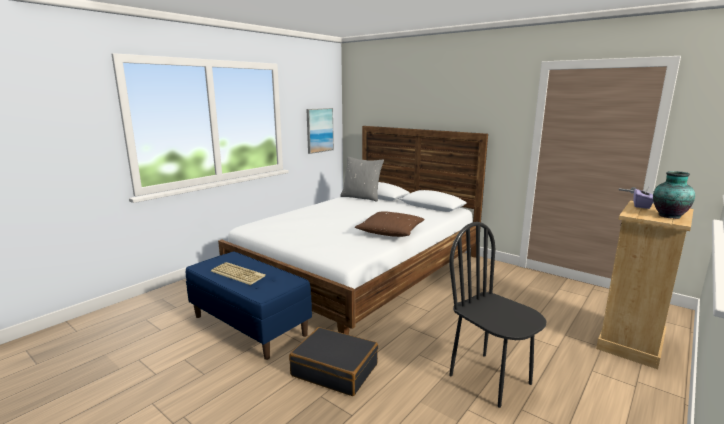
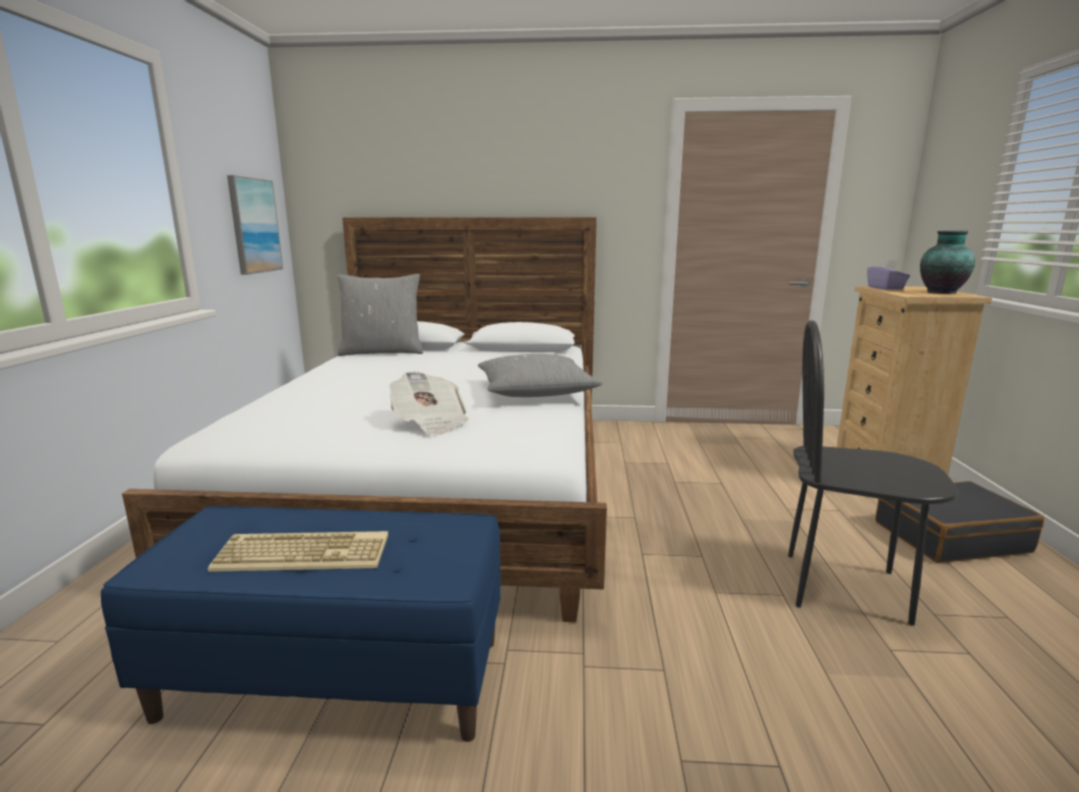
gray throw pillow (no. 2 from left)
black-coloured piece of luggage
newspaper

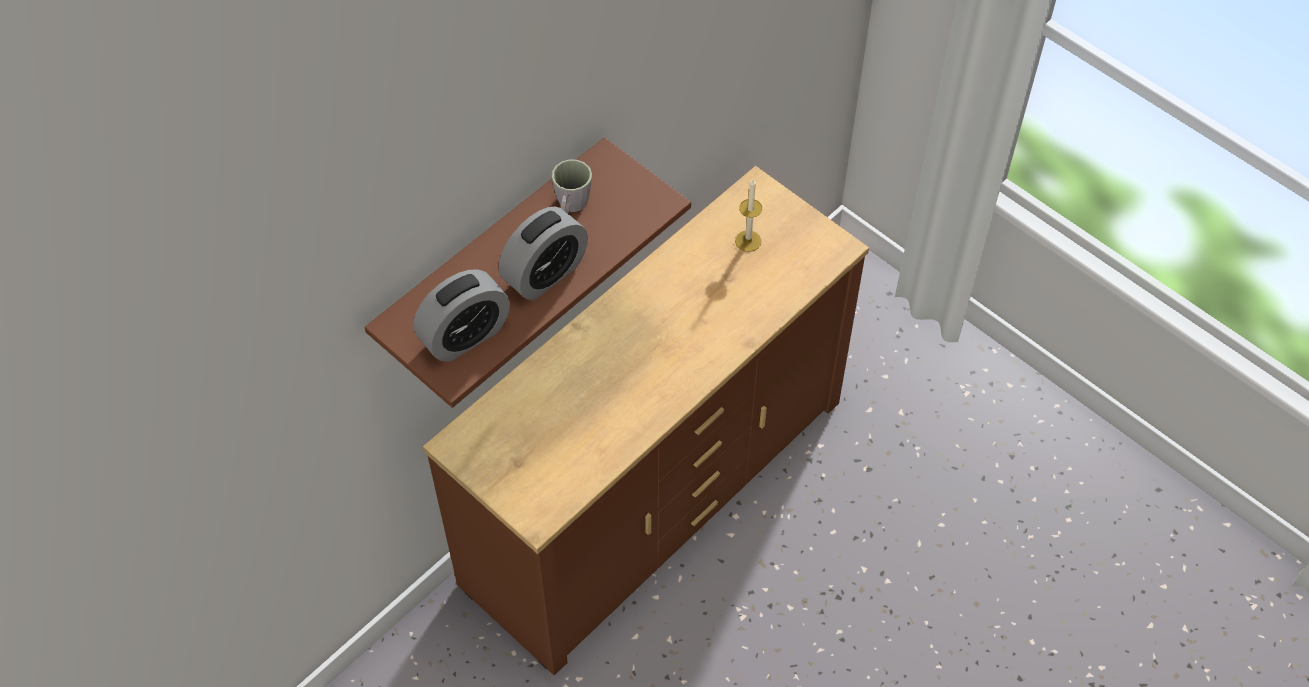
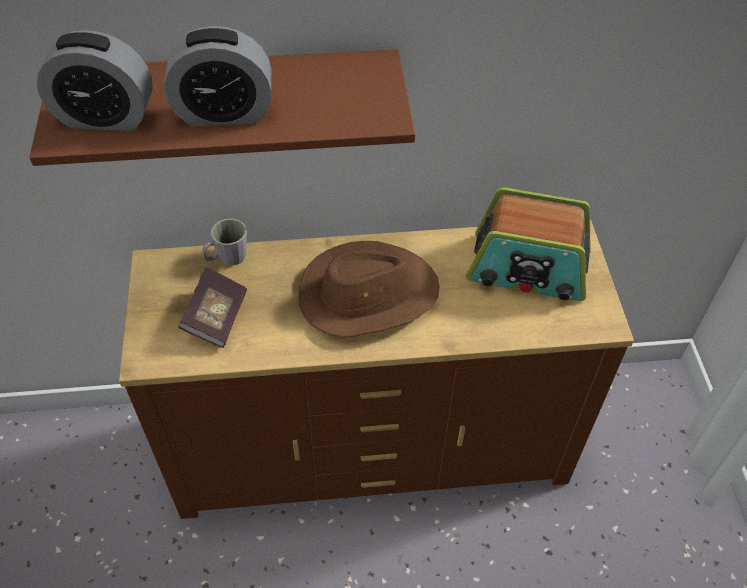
gray coffee mug
radio receiver
brownish clothing hat
book

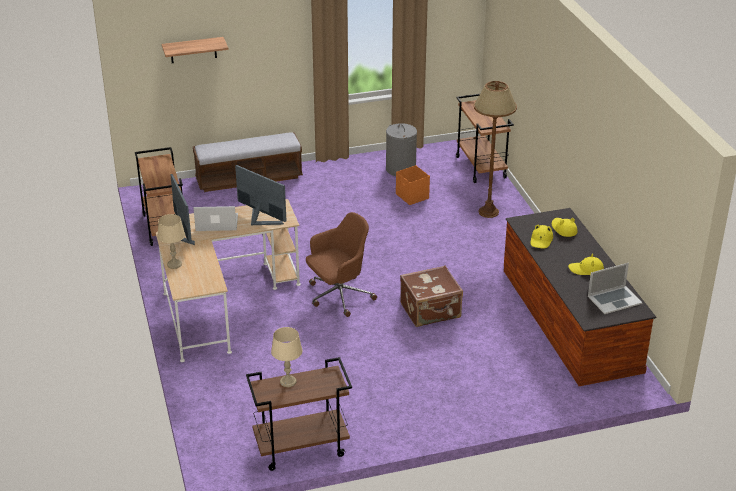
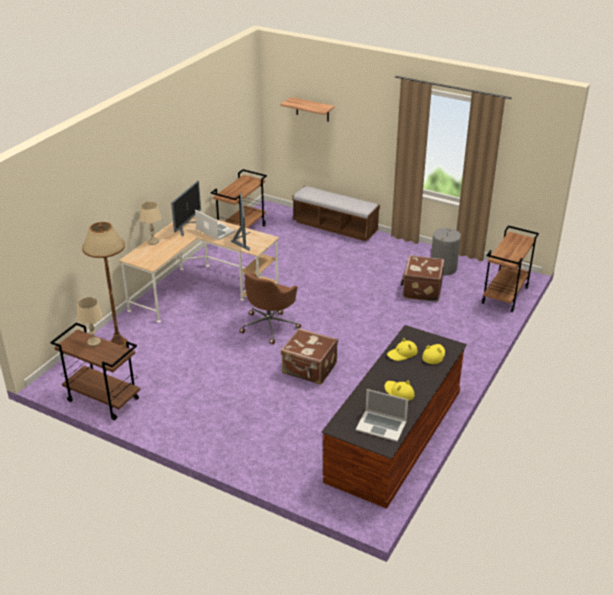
brownish floor lamp
brownish piece of luggage (no. 2 from left)
brownish desk chair

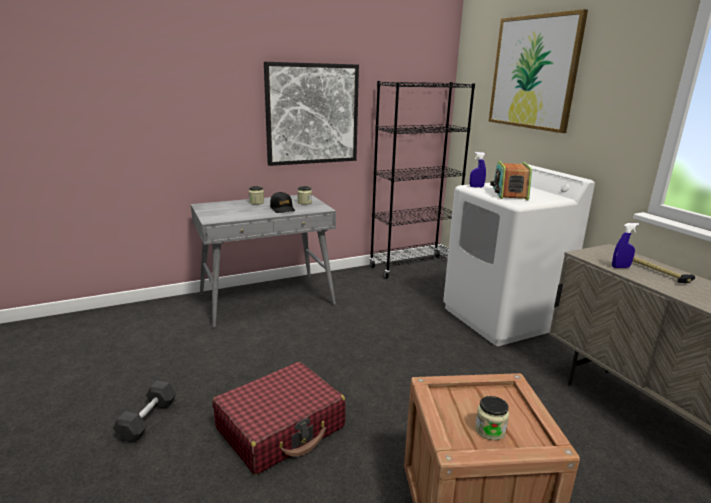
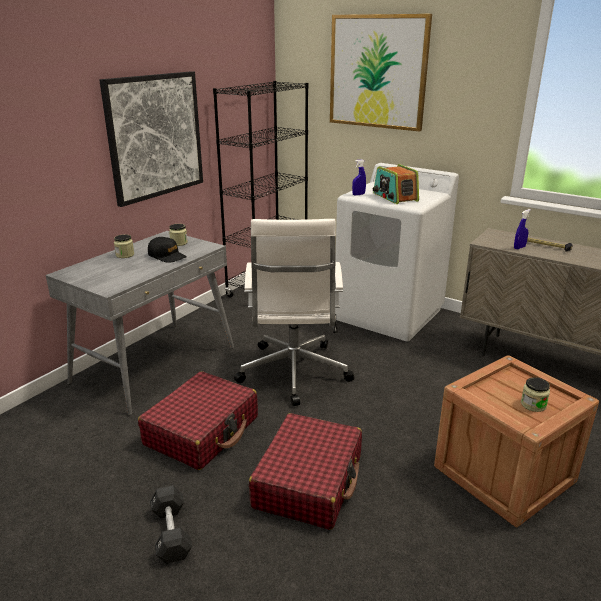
whitish desk chair
red-coloured piece of luggage (no. 1 from left)

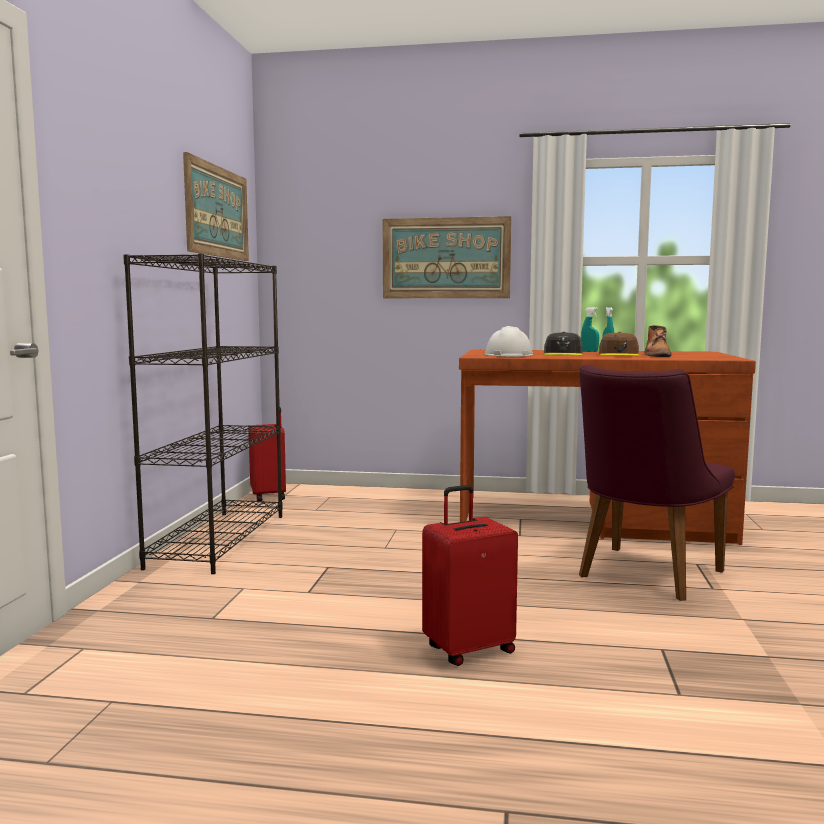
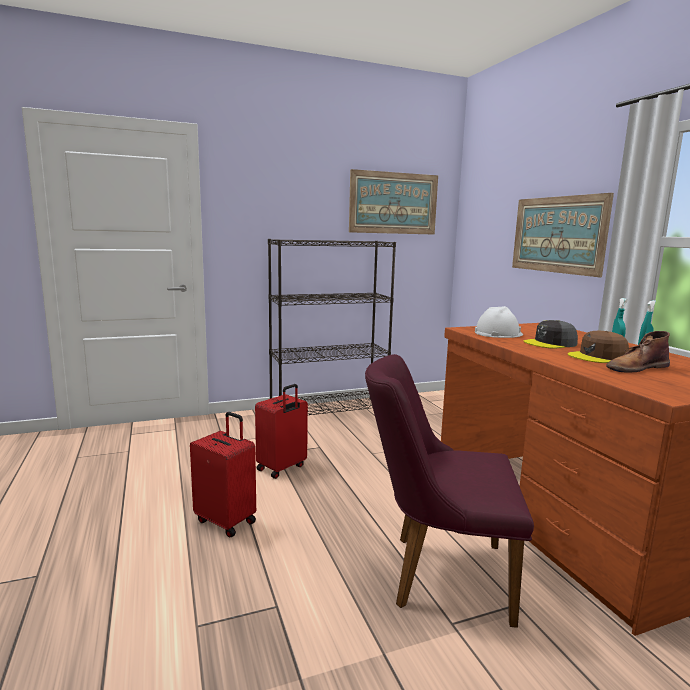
red-coloured piece of luggage (no. 2 from left)

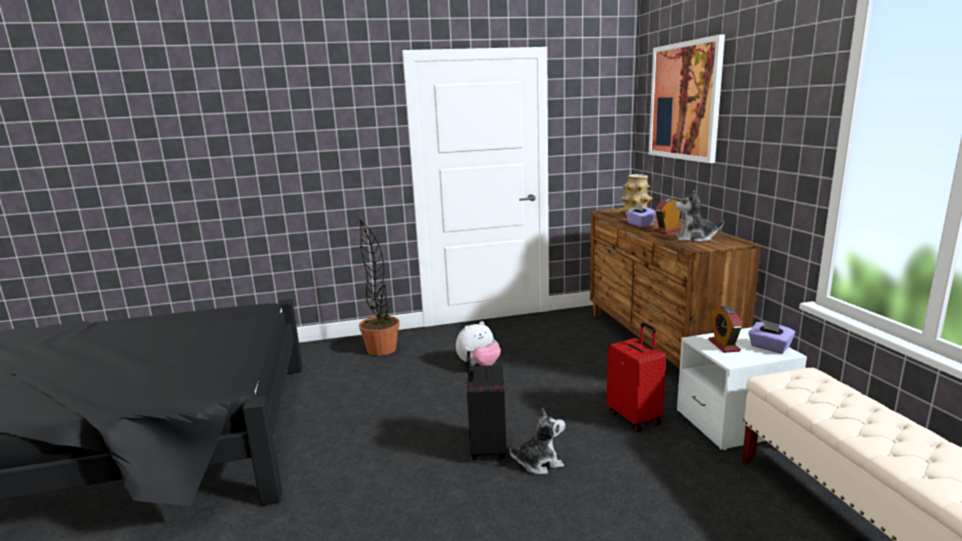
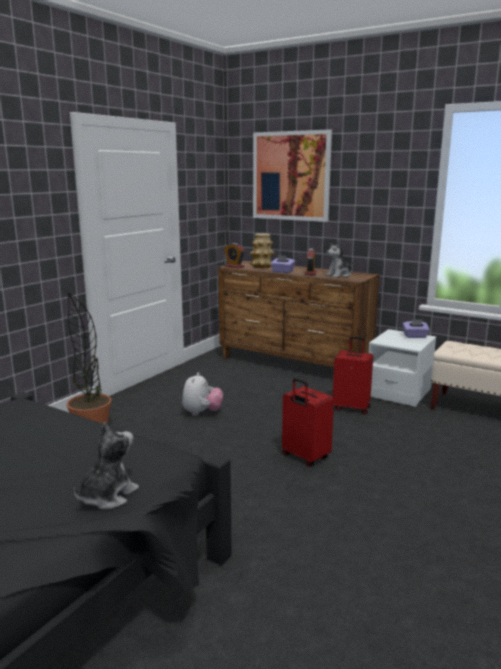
table clock (no. 1 from left)
red-coloured piece of luggage (no. 1 from left)
cuddly toy (no. 1 from left)

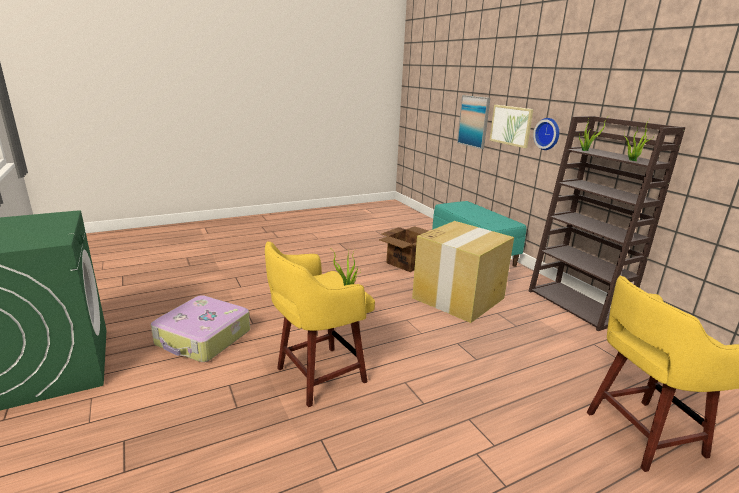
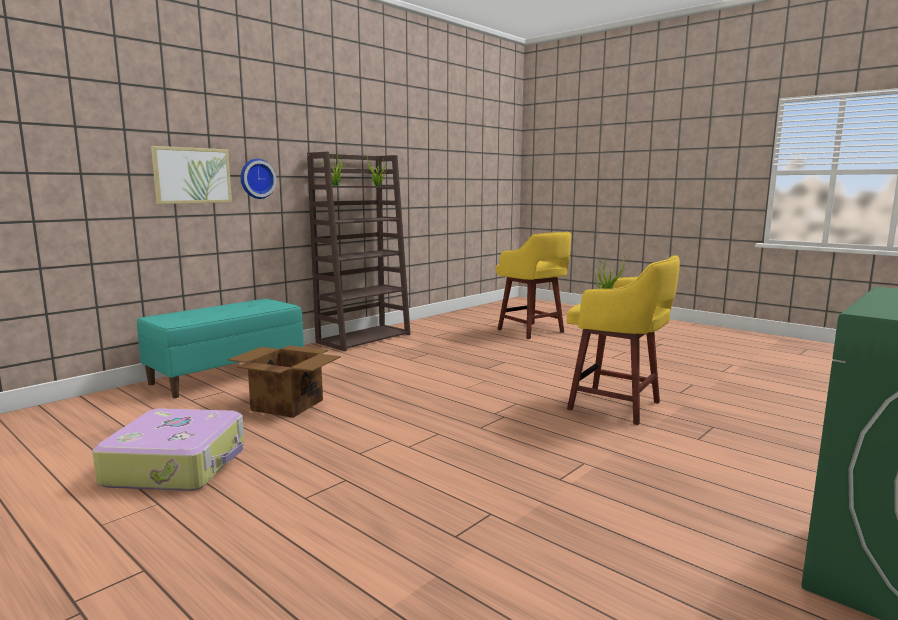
wall picture (no. 1 from left in the first image)
cardboard box (no. 2 from left in the first image)
piece of luggage

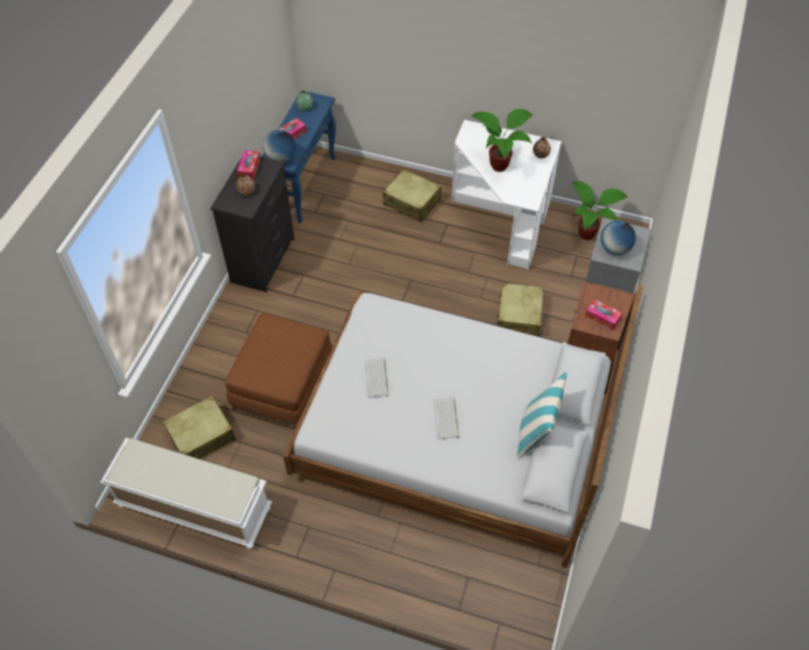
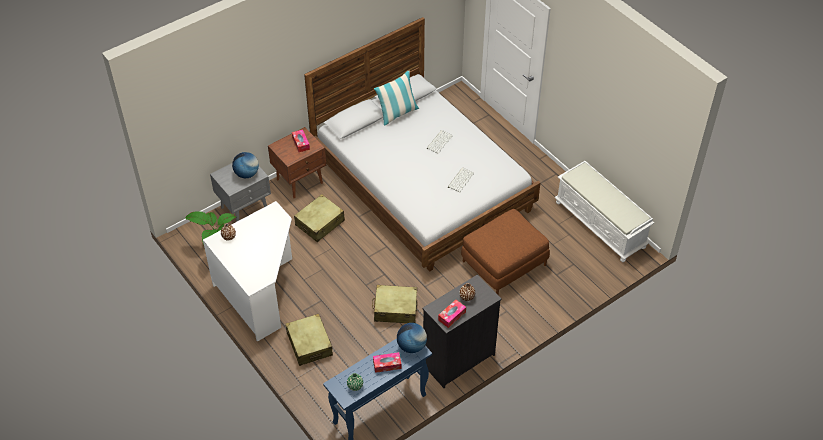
houseplant (no. 1 from left in the first image)
beige piece of luggage (no. 3 from left)

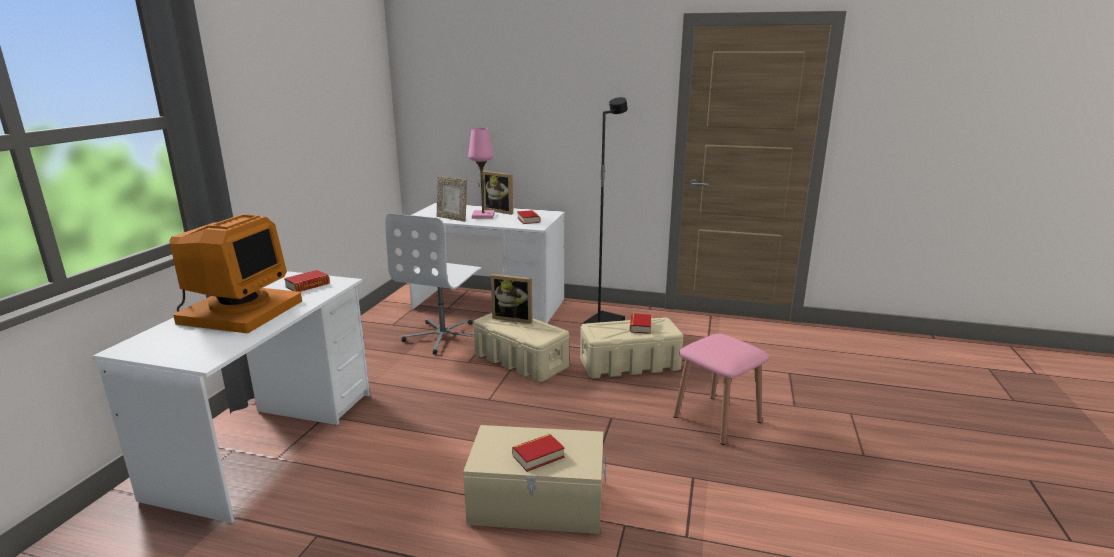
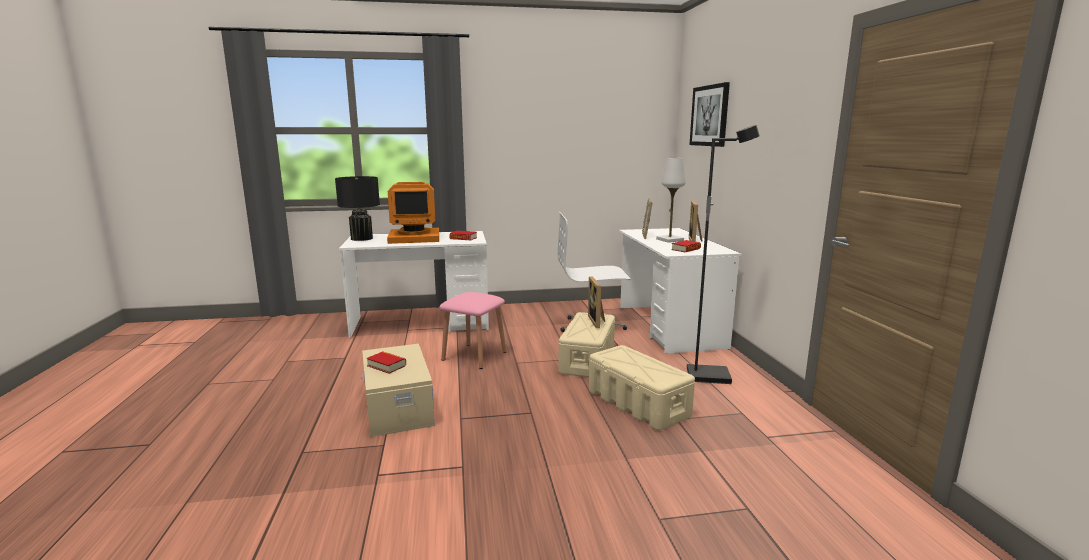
whitish table lamp
book (no. 4 from left in the first image)
pinkish stool seat
wall picture
black-coloured table lamp

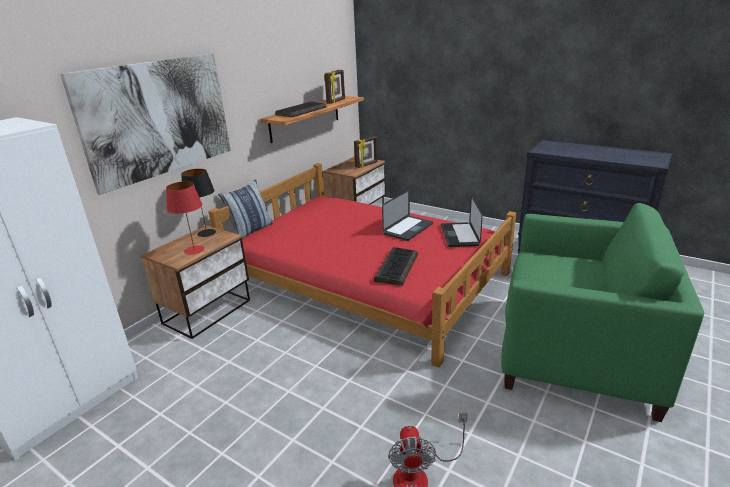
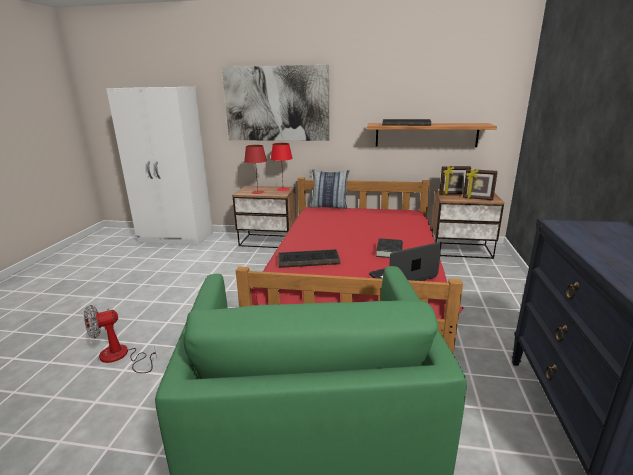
photo frame (no. 1 from left)
red-coloured table lamp (no. 2 from left)
black-coloured book

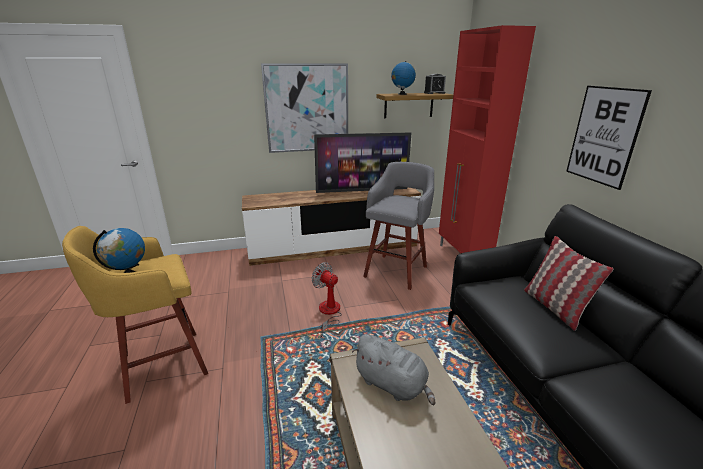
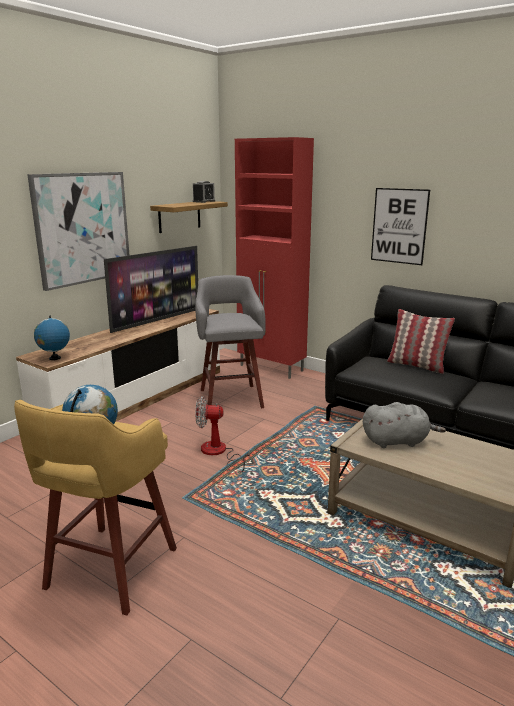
desk globe (no. 1 from left)

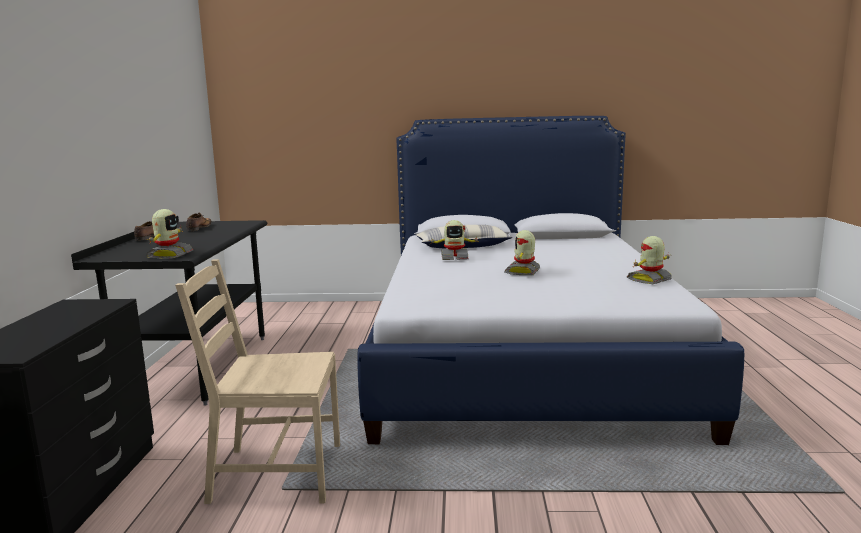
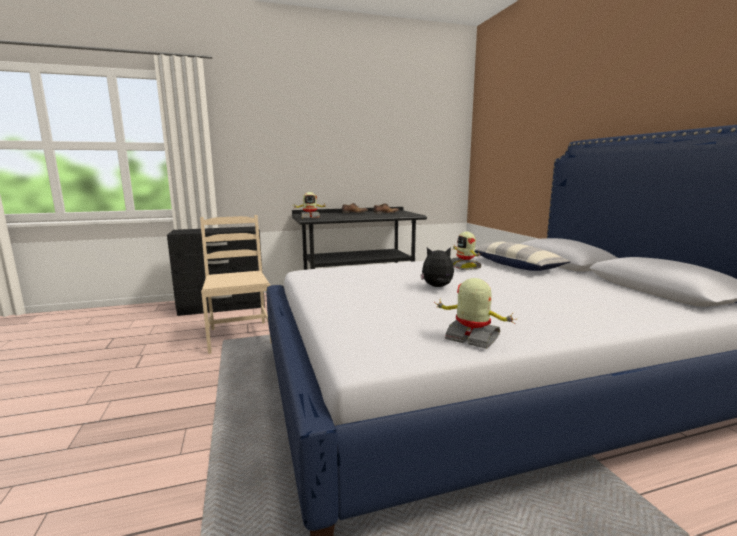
cuddly toy

